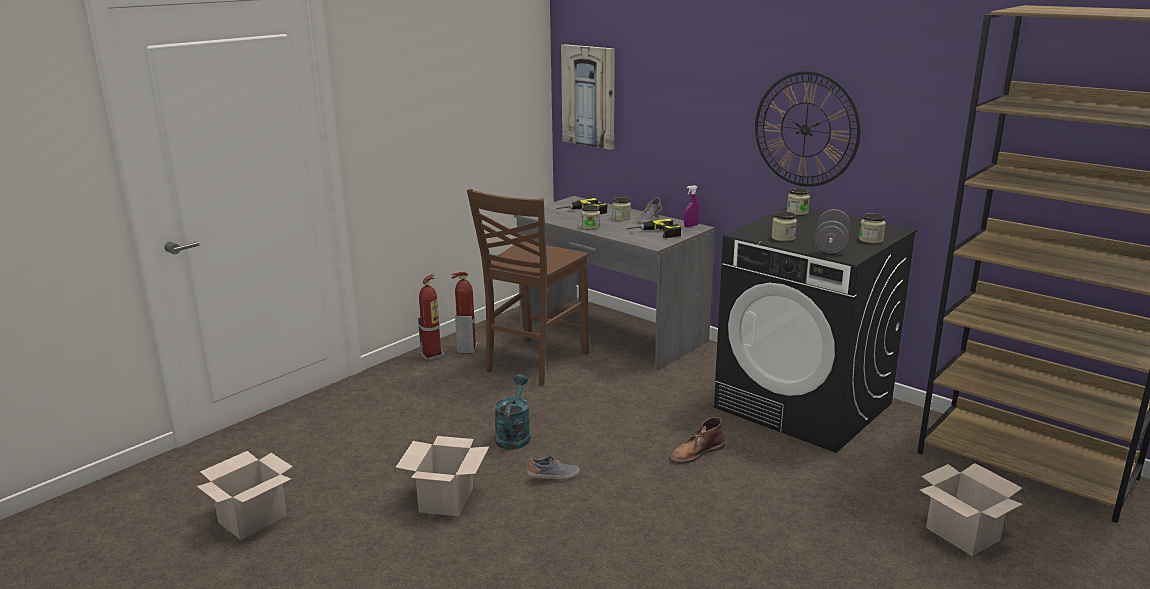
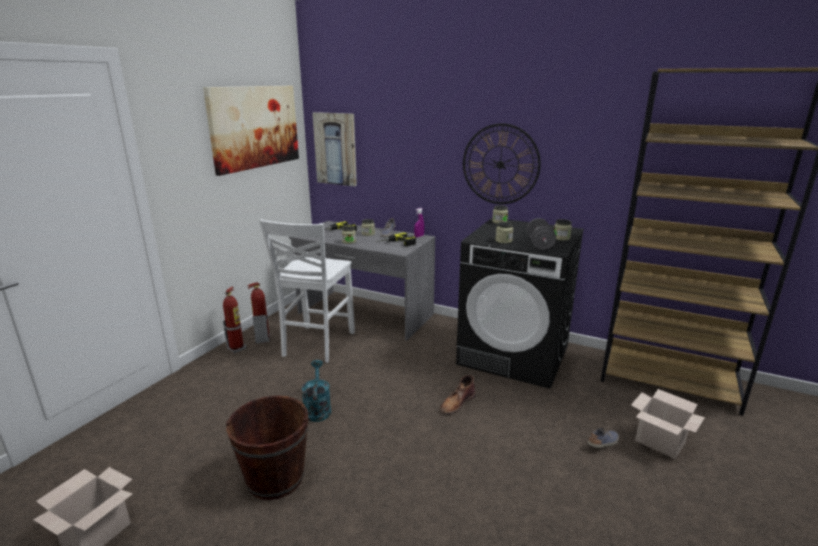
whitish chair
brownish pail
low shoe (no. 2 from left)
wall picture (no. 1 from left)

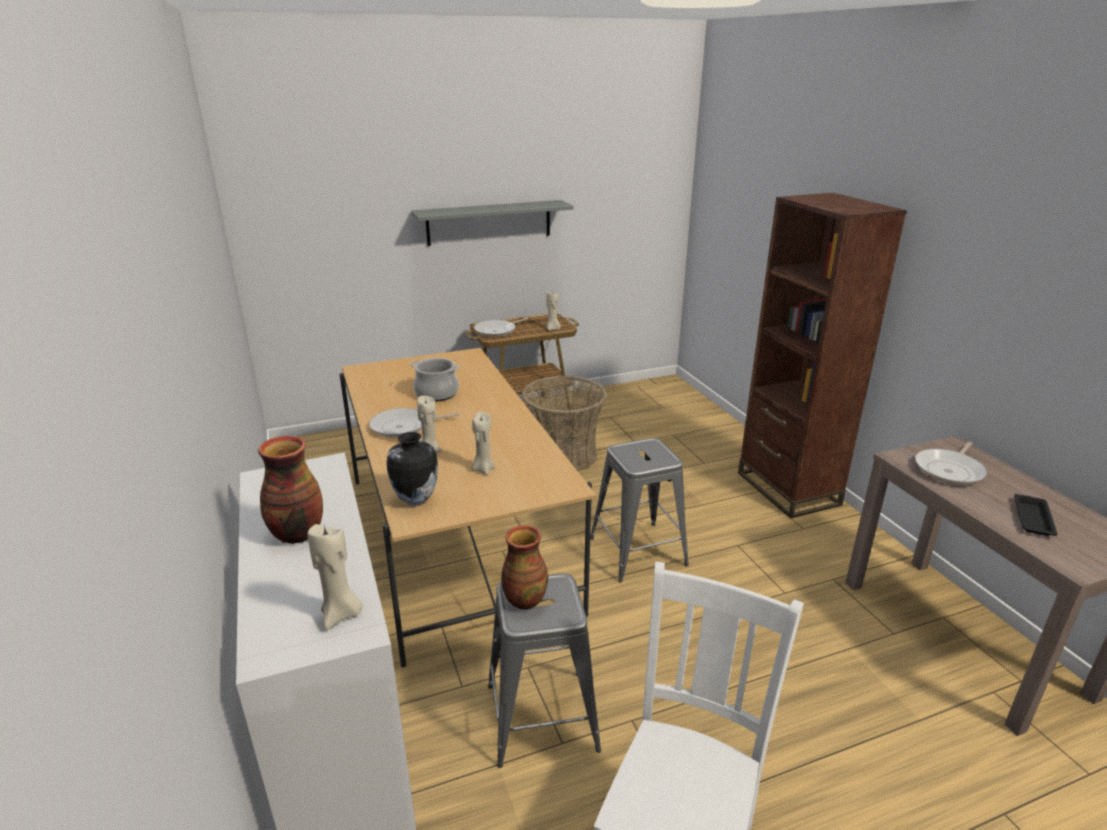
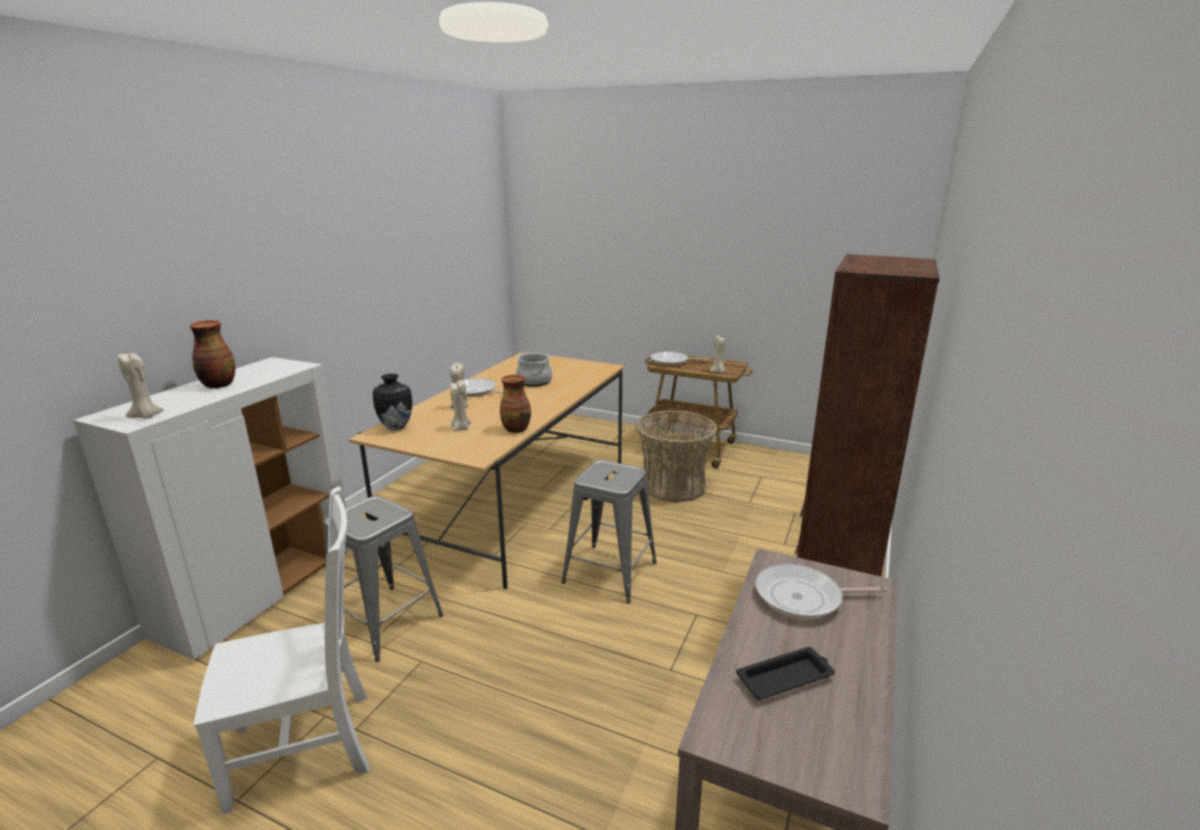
gray bracket shelf
flower vase (no. 3 from left)

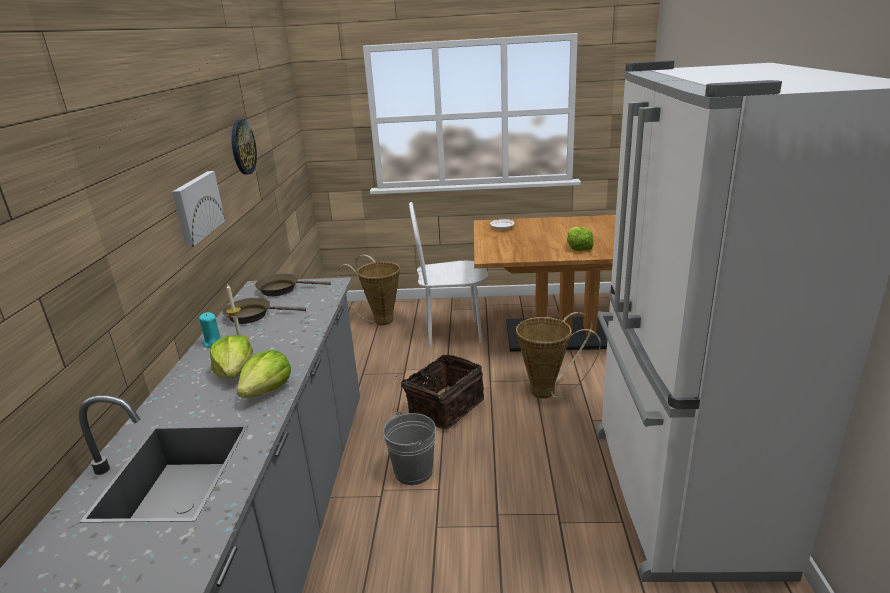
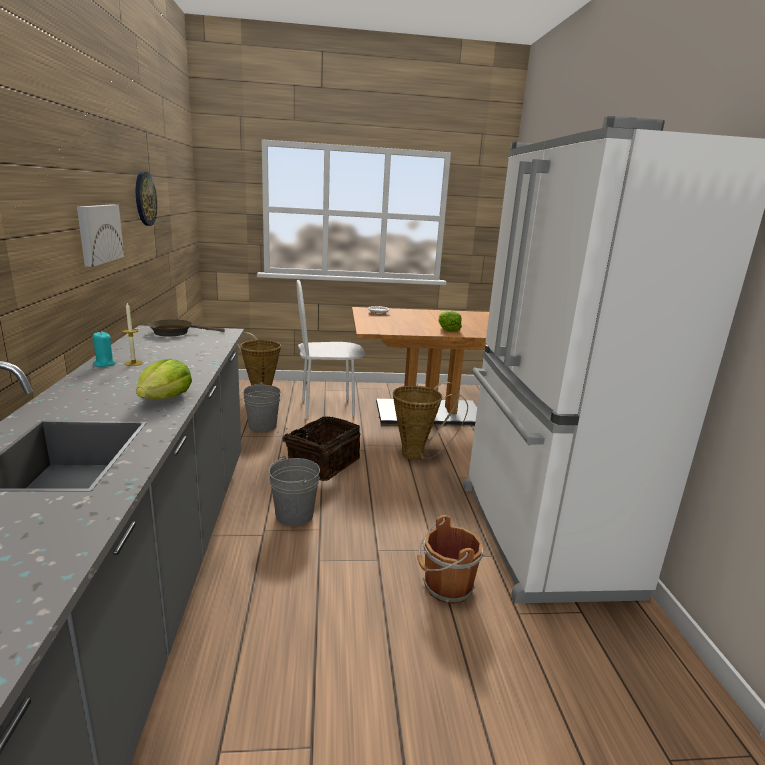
brownish frying pan (no. 1 from left in the first image)
lettuce head (no. 1 from left in the first image)
gray pail (no. 1 from left)
brownish pail

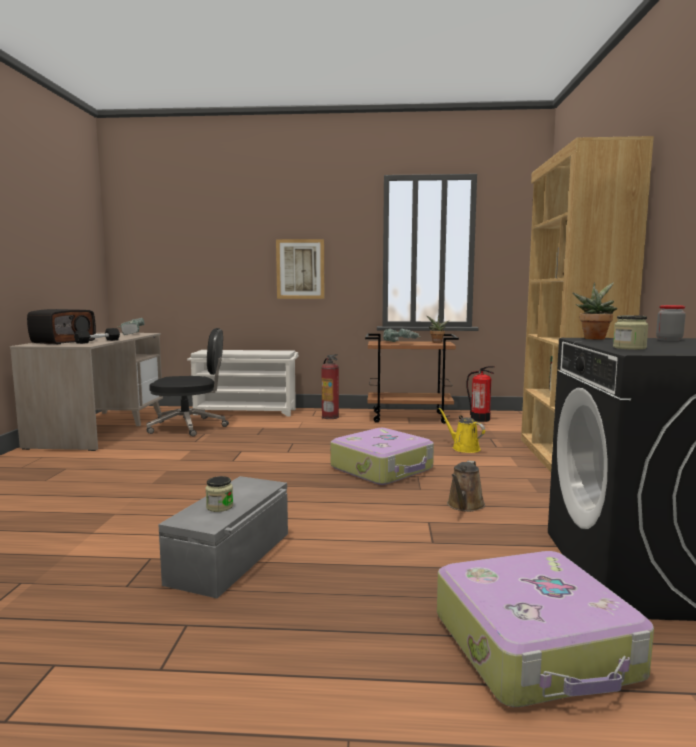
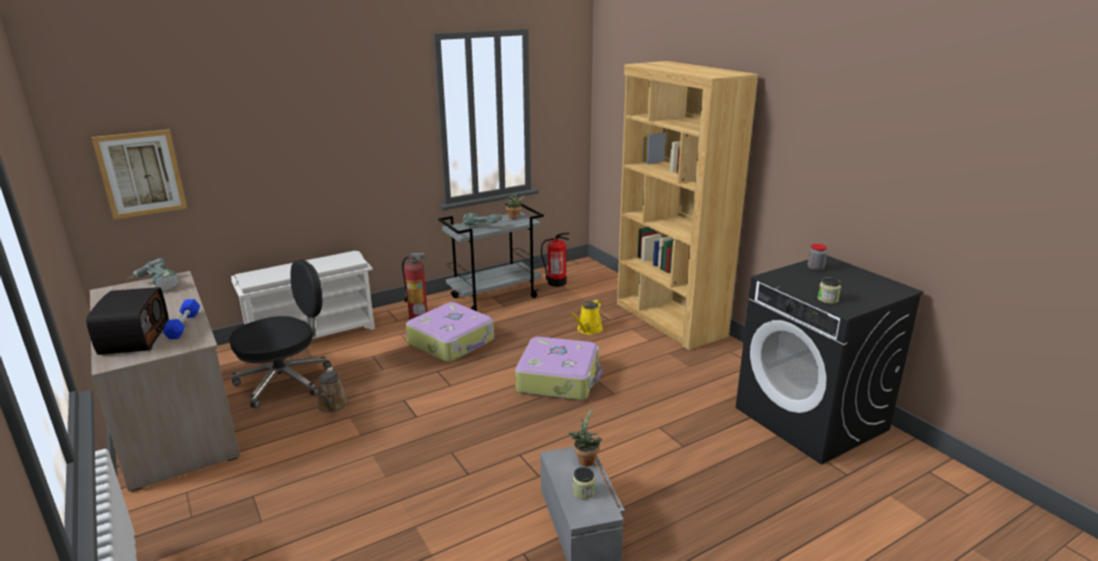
wall picture
houseplant (no. 2 from left)
blue dumbbell
gray cart
yellowish sprinkling can
brownish sprinkling can
piece of luggage (no. 1 from left)

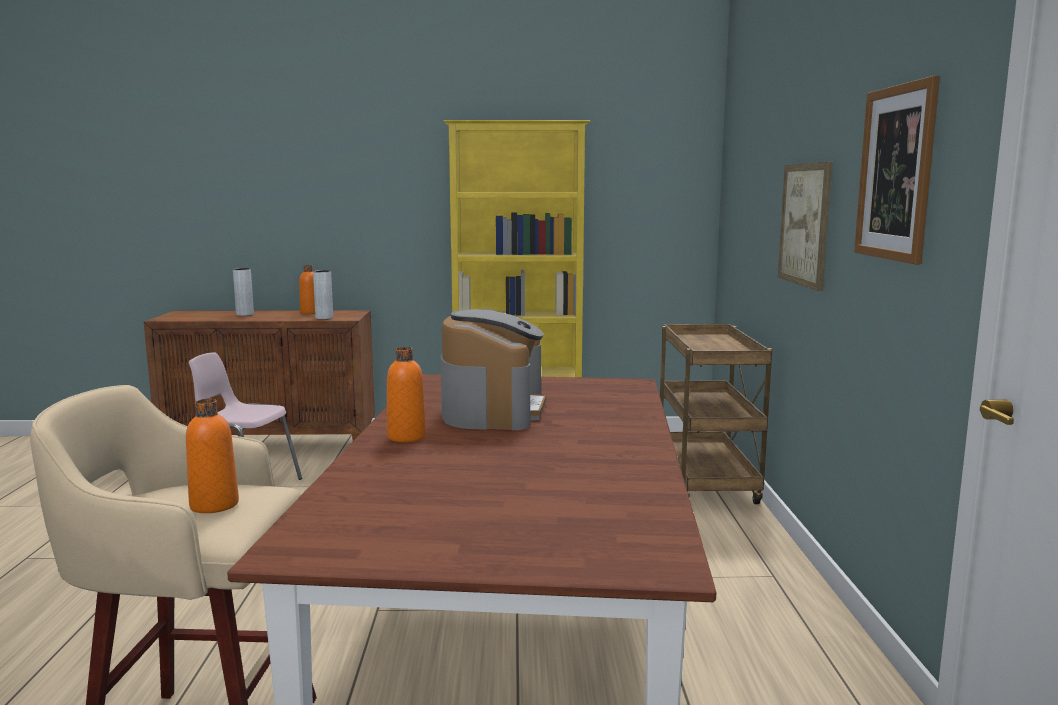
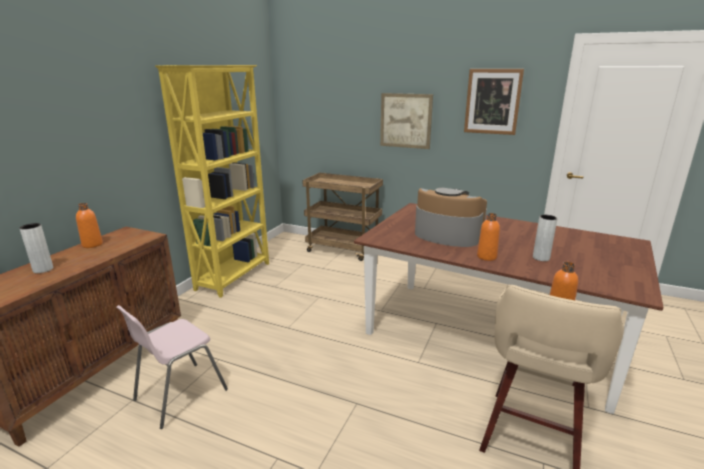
gray flower vase (no. 2 from left)

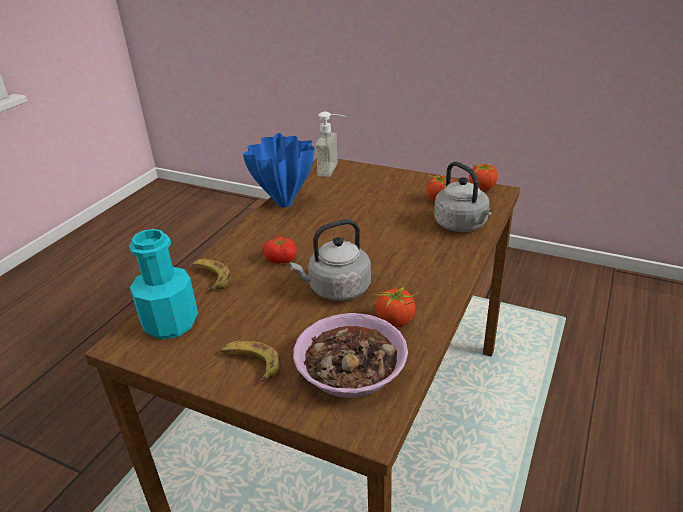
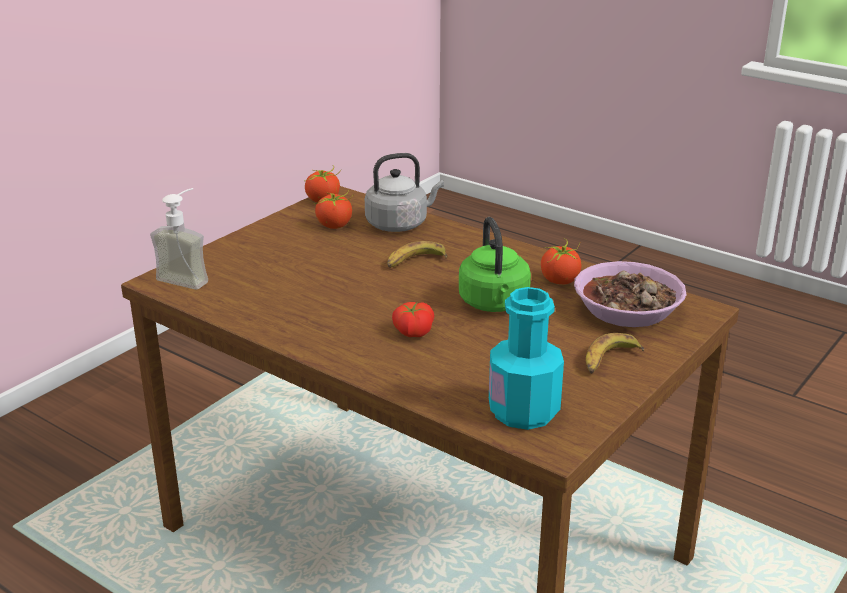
blue flower vase
greenish water kettle
banana (no. 1 from left)

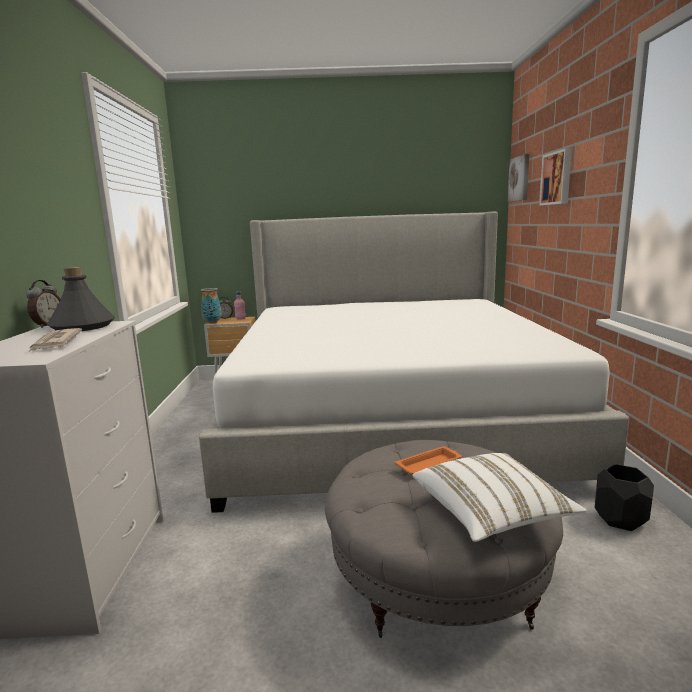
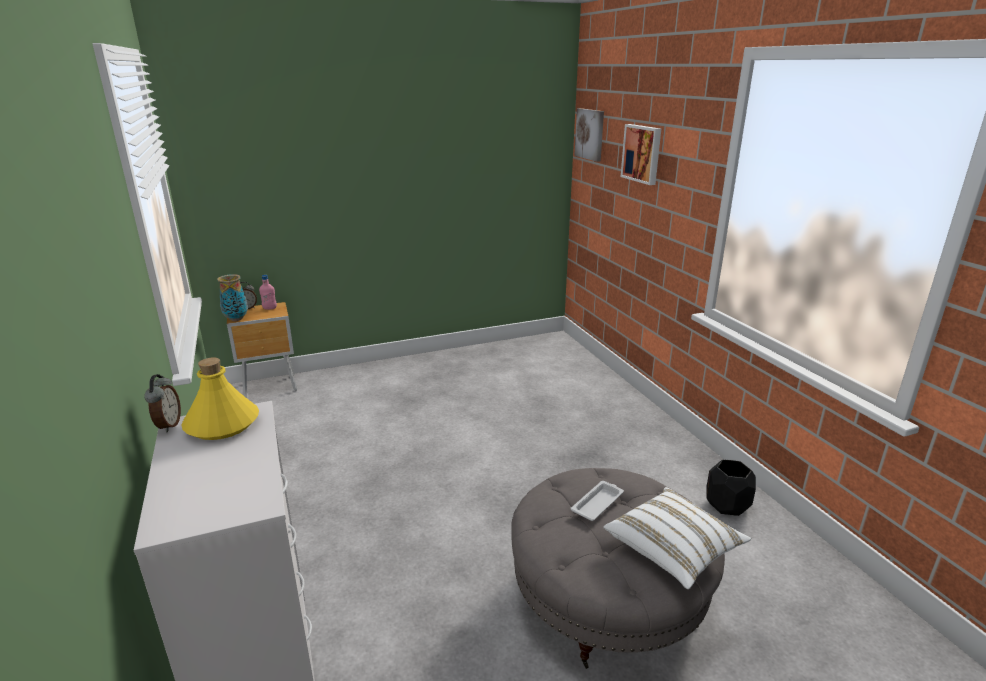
bedroom bed
yellowish bottle
newspaper
whitish serving tray

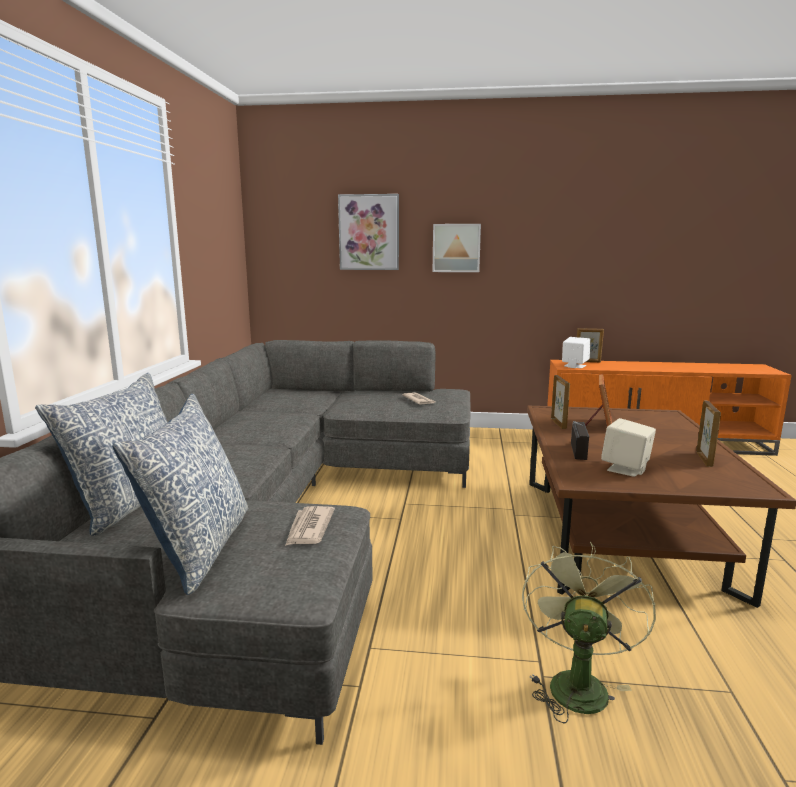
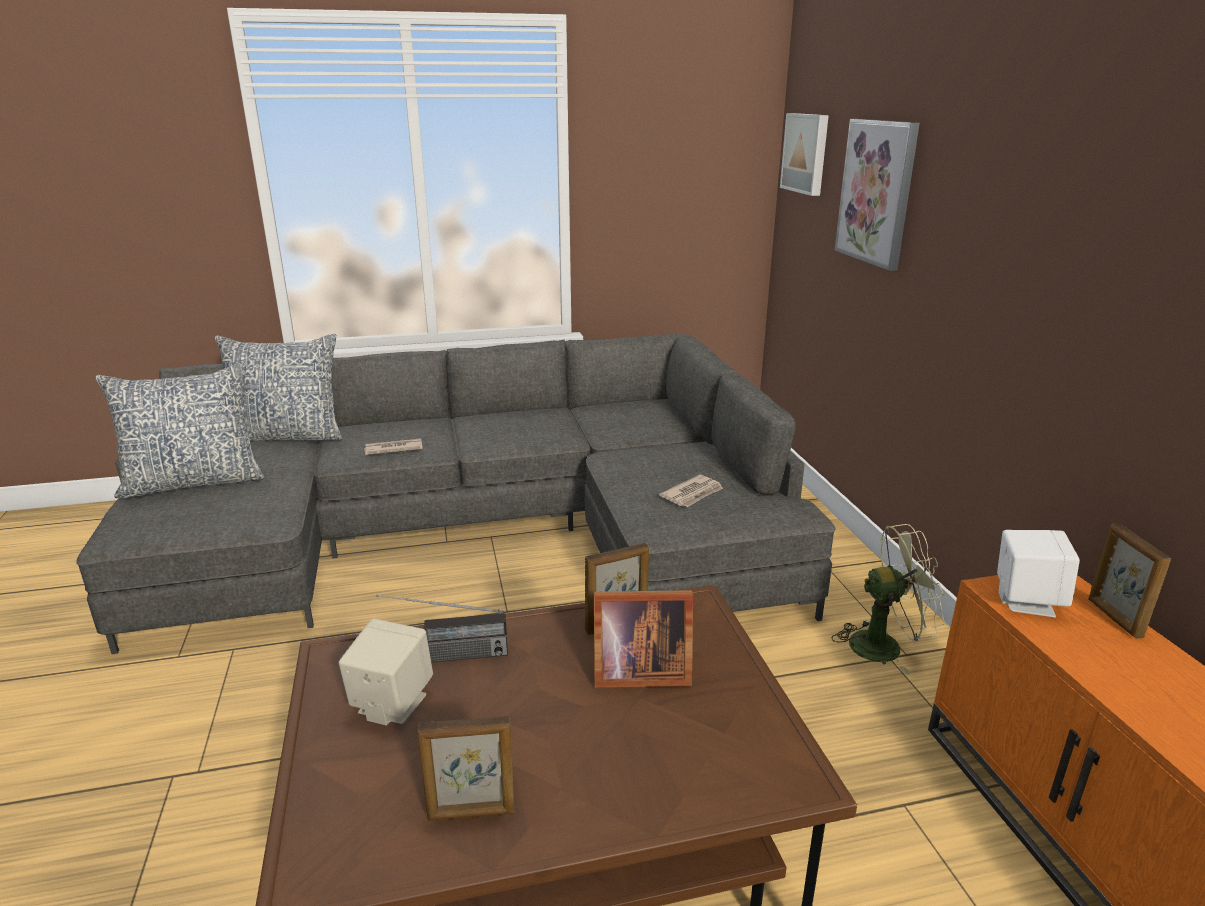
wall picture (no. 1 from left)
newspaper (no. 1 from left)
greenish cooling fan

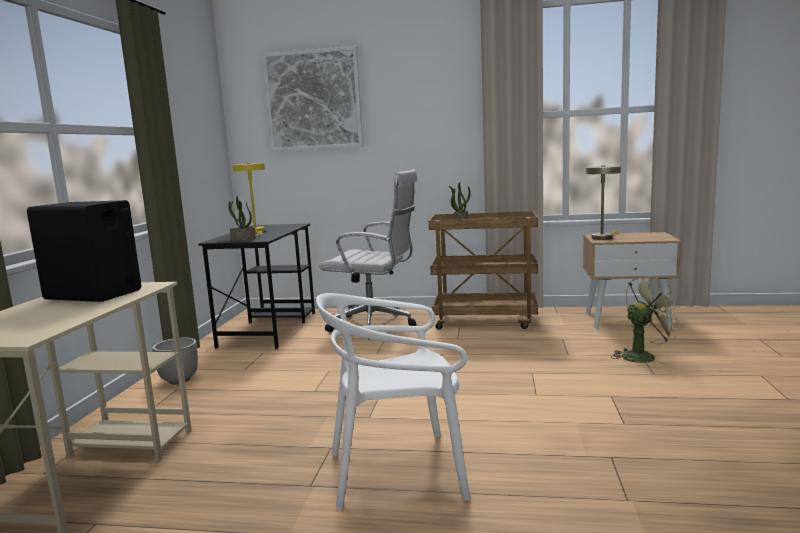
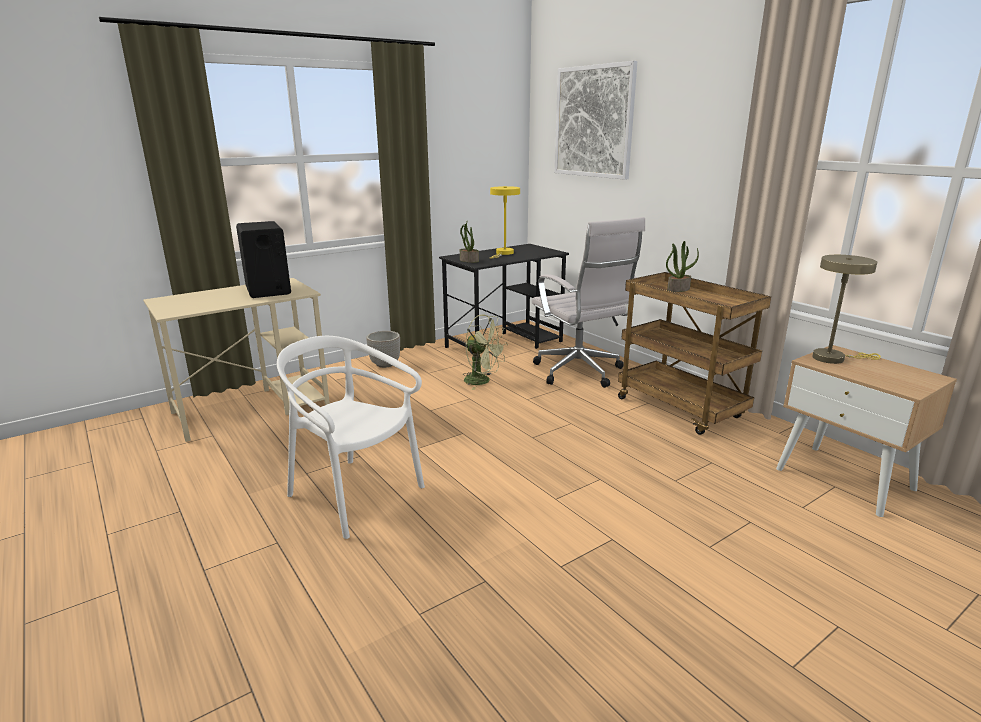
greenish cooling fan

